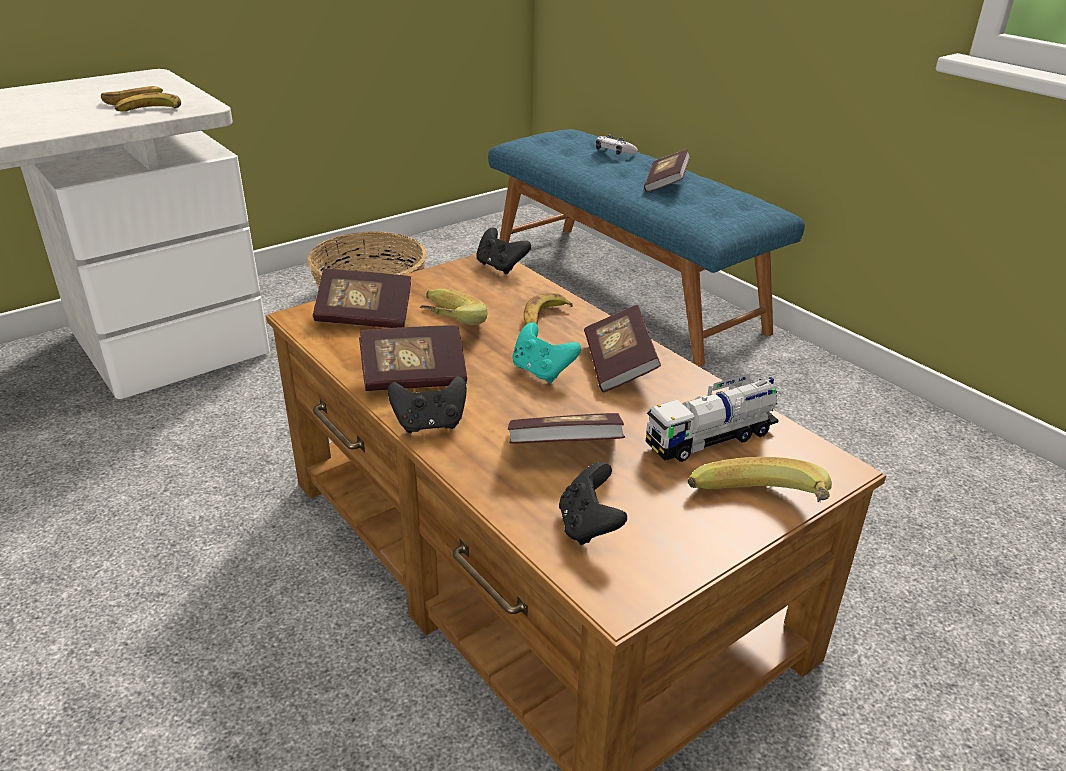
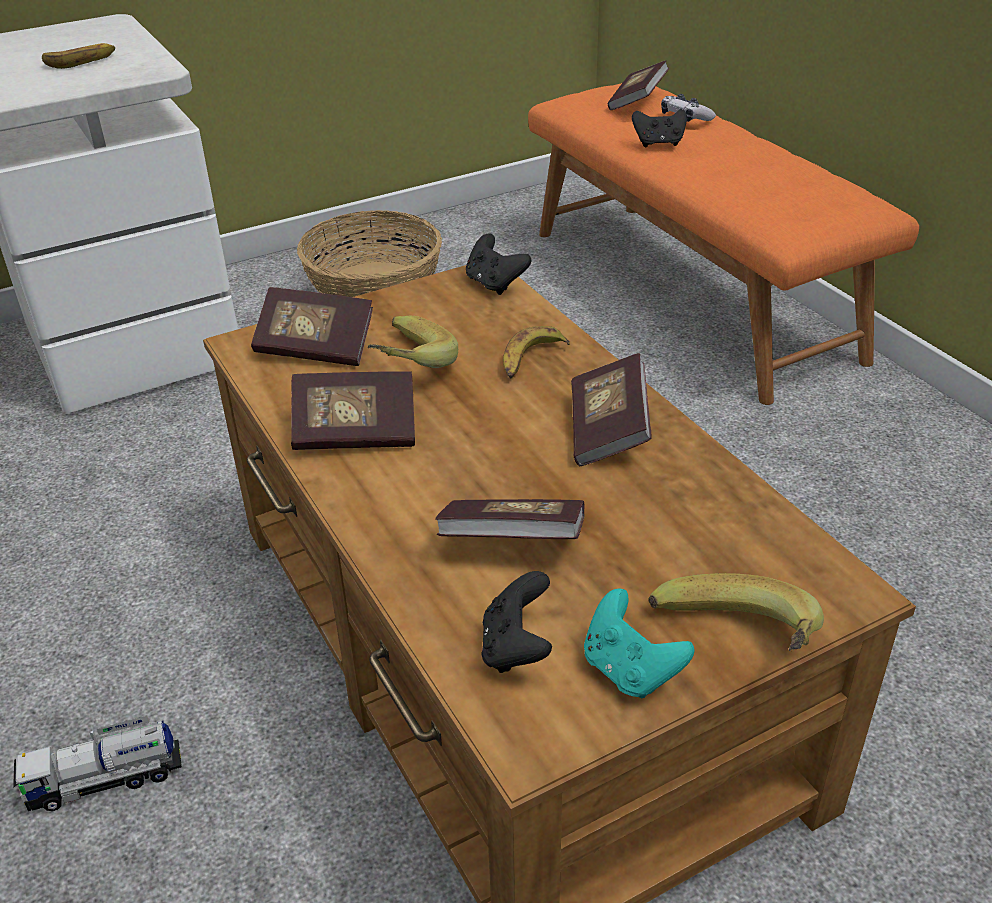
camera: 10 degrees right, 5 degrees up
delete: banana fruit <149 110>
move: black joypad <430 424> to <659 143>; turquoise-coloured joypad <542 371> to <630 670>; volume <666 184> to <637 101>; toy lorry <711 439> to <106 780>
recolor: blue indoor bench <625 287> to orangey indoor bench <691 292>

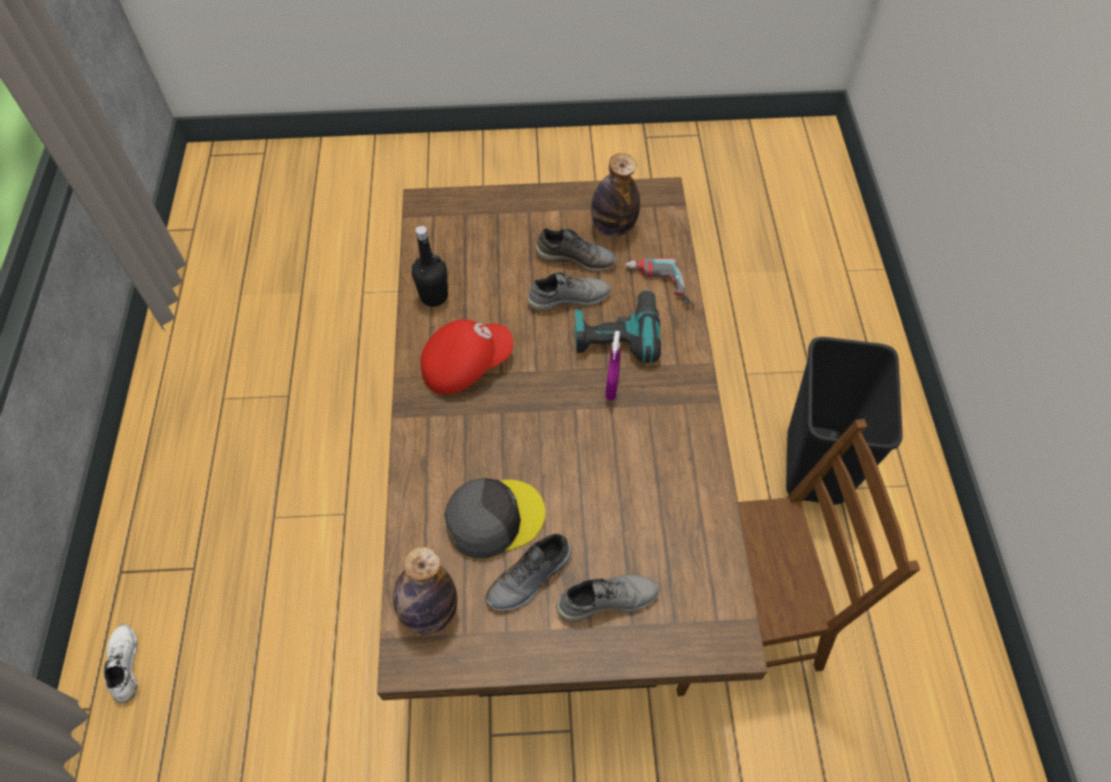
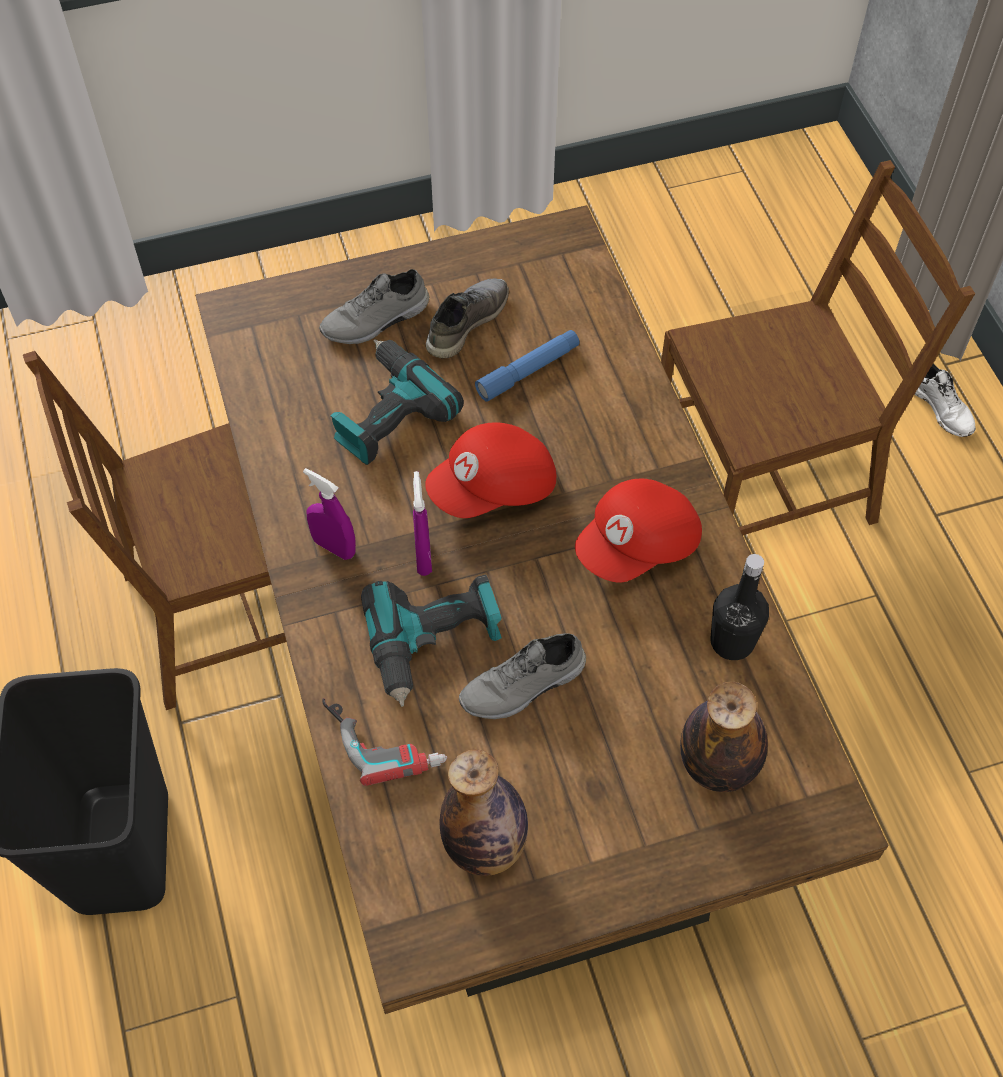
camera: 165 degrees right, 0 degrees up
delete: grey shoe <576 258>
insert: purplish spray bottle <334 547>; power drill <386 412>; reddish baseball cap <494 489>; brownish plain chair <764 481>
move: drink bottle <429 612> to <717 765>
replace: grey baseball cap <494 518> to blue flashlight <528 371>

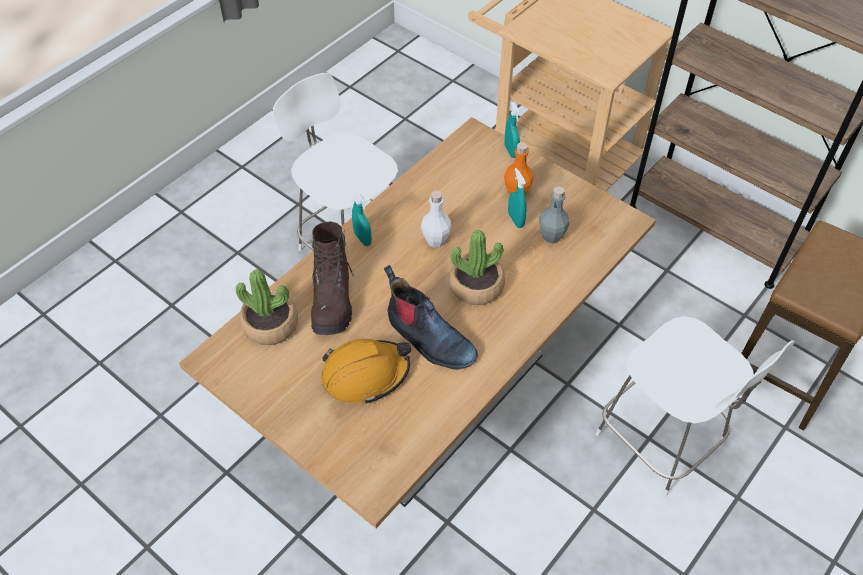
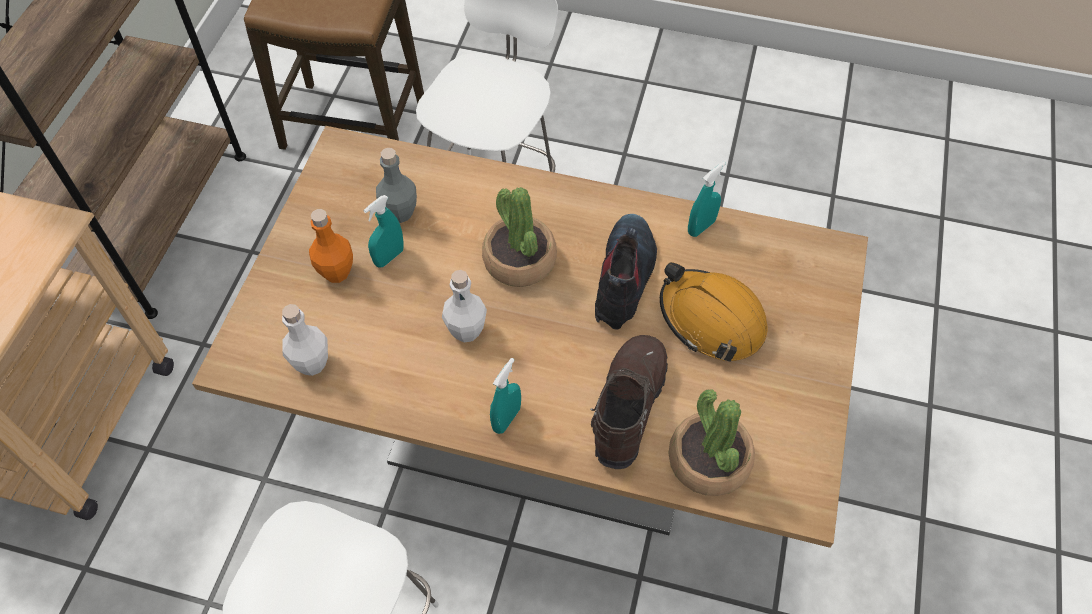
camera: 115 degrees left, 5 degrees up
insert: whitish drink bottle <312 363>
move: turquoise-coloured spray bottle <511 151> to <701 227>
rotate: brownish tall boot <332 299> = <627 406> 45 degrees counterclockwise

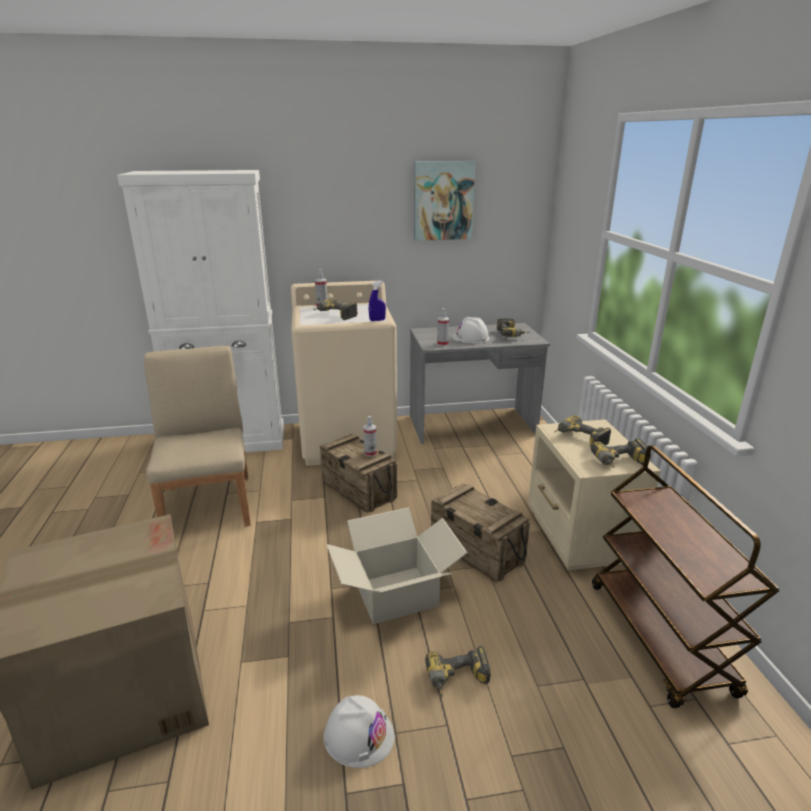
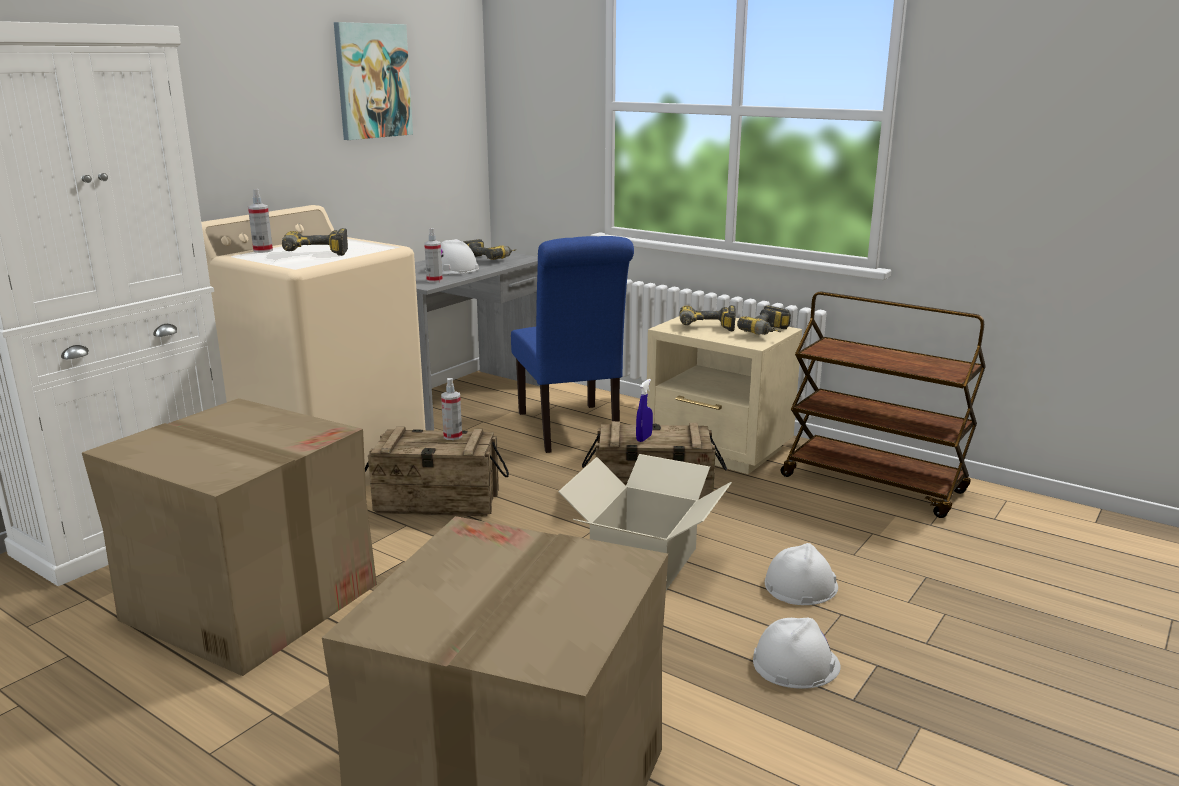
camera: 45 degrees left, 5 degrees down
insert: blue plain chair <571 431>
move: blue spray bottle <377 320> to <644 438>
replace: sand-coloured plain chair <209 504> to packing box <250 601>; power drill <458 681> to whitish work helmet <800 585>

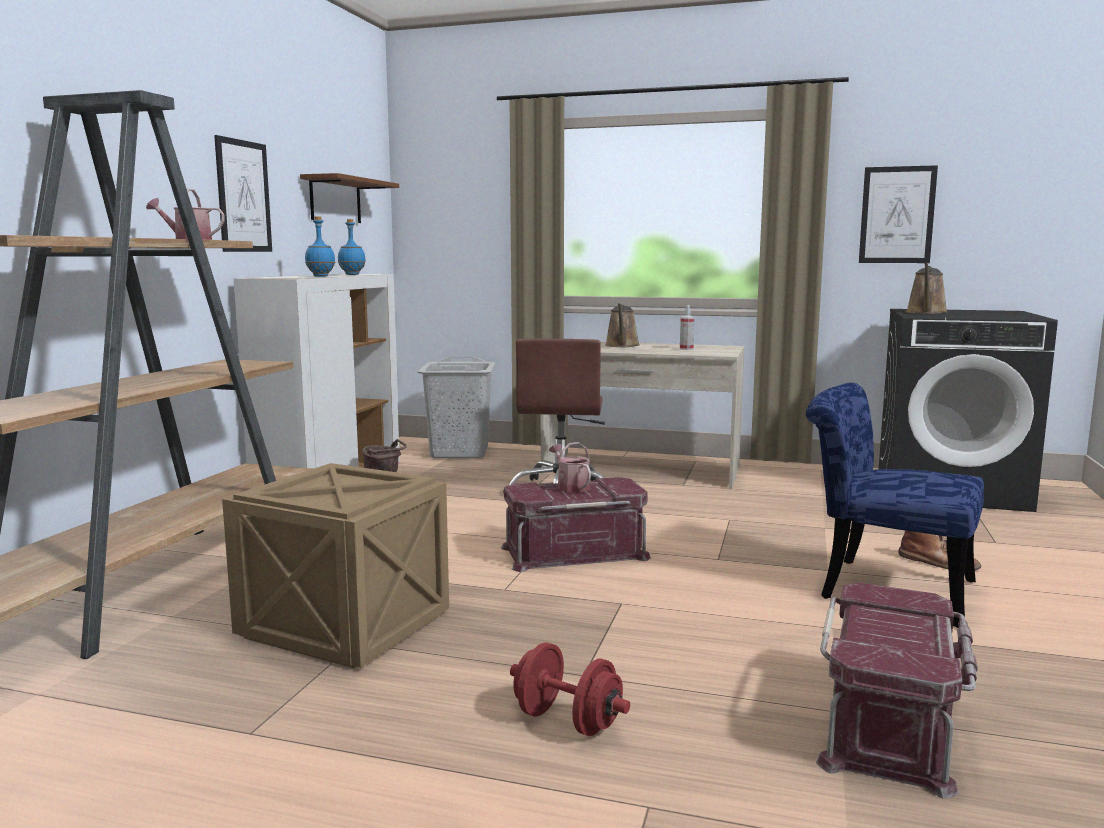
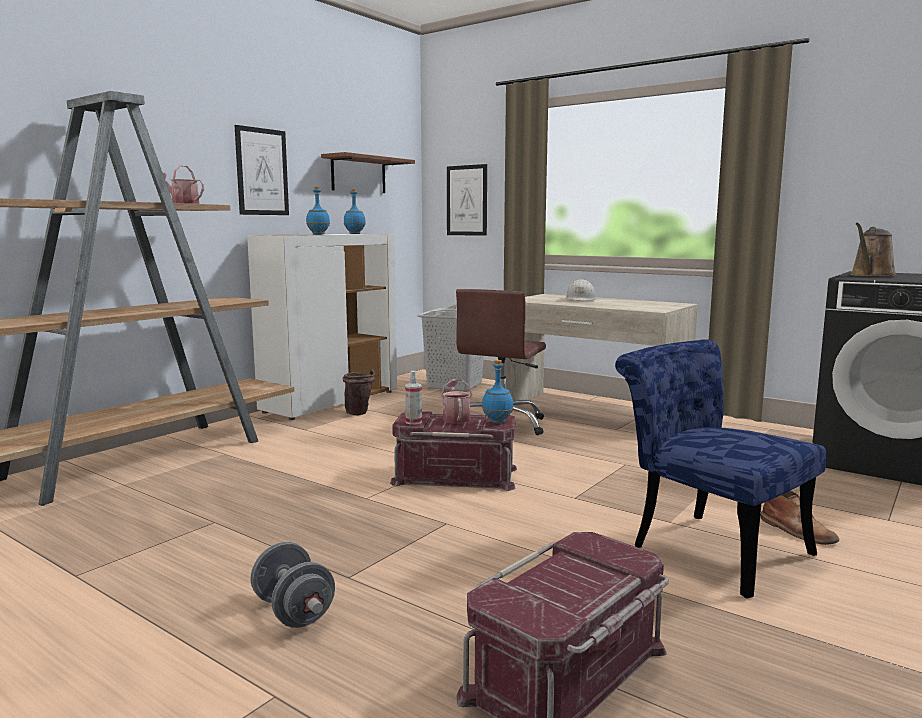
camera: 20 degrees right, 0 degrees up
delete: shipping crate <342 624>
insert: blue drink bottle <498 421>
move: spray bottle <686 349> to <413 422>; wall picture <897 215> to <467 200>
replace: brownish watering can <622 346> to whitish work helmet <580 299>
recolor: reddish free weight <567 721> to grey free weight <293 612>

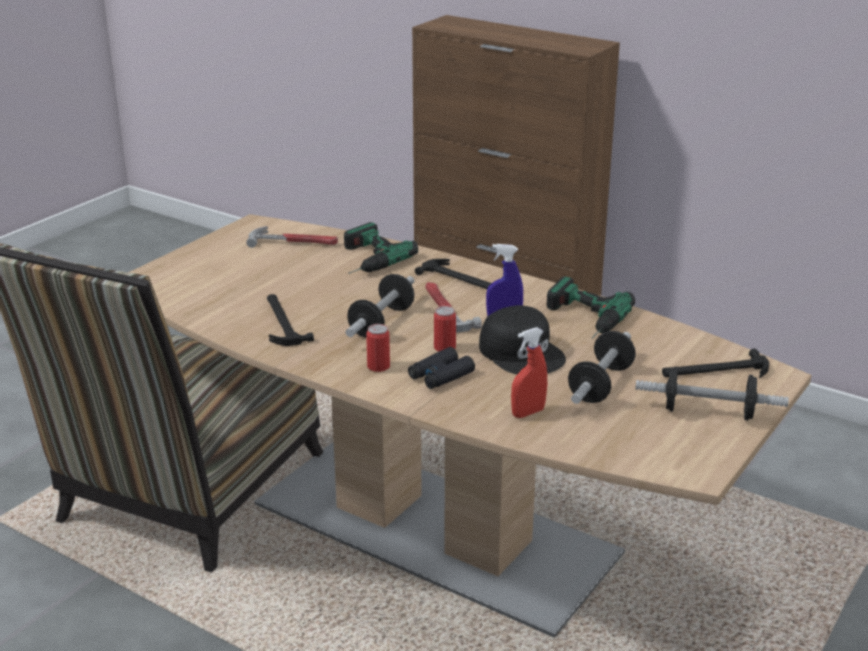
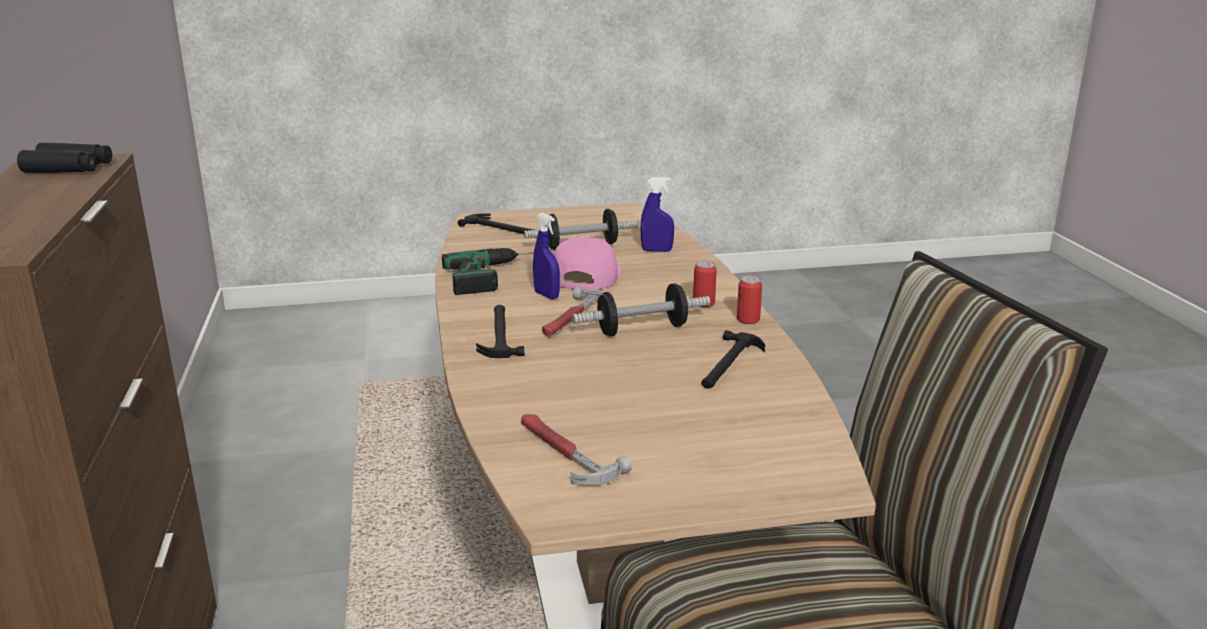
camera: 135 degrees left, 5 degrees down
delete: power drill <364 259>; free weight <708 412>
move: black binoculars <440 375> to <68 168>; sealed can <444 348> to <748 320>
recolor: black baseball cap <522 352> to pinkish baseball cap <584 275>; reddish spray bottle <528 413> to blue spray bottle <656 250>

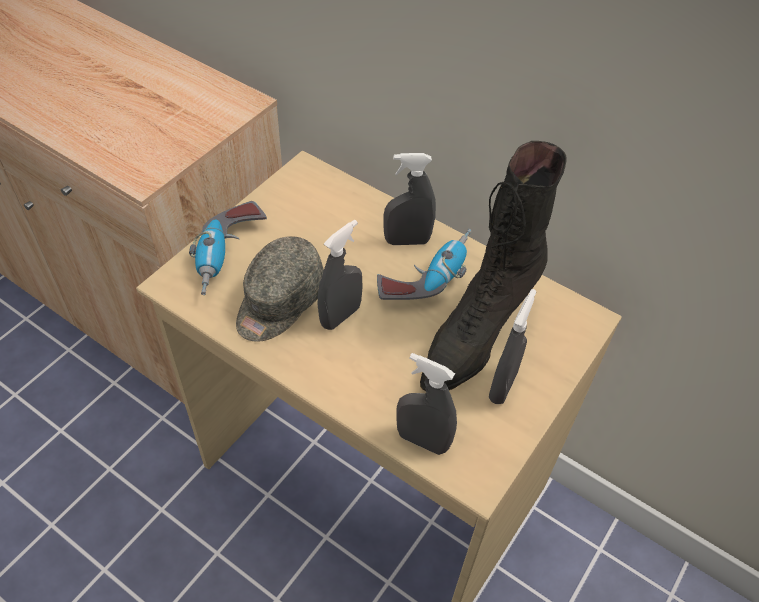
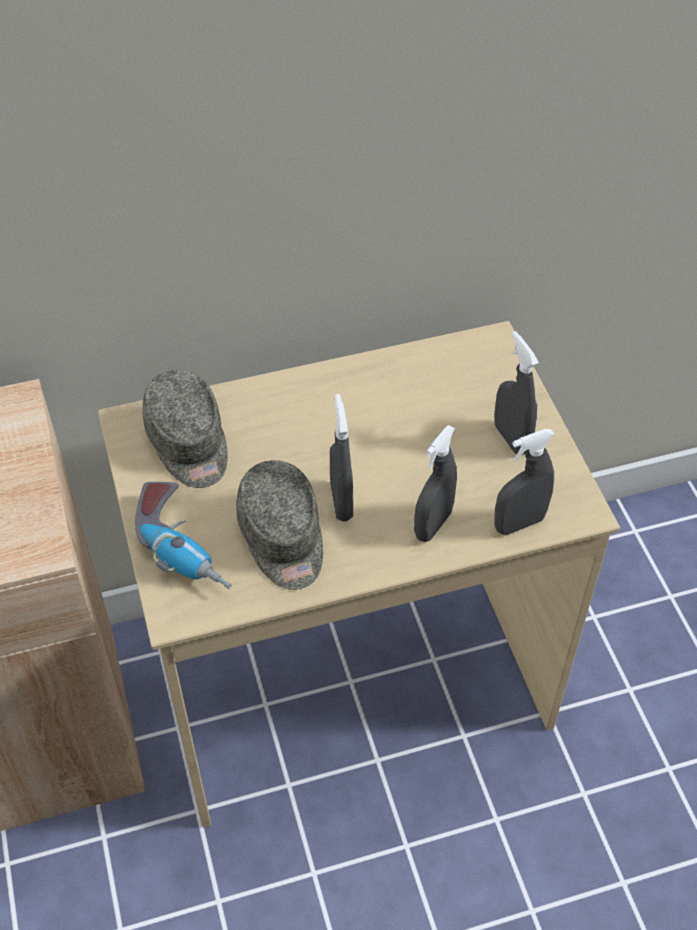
camera: 50 degrees left, 0 degrees up
delete: power drill <427 274>; black tall boot <476 334>
insert: grey baseball cap <189 444>
move: grey spray bottle <407 241> to <433 524>

